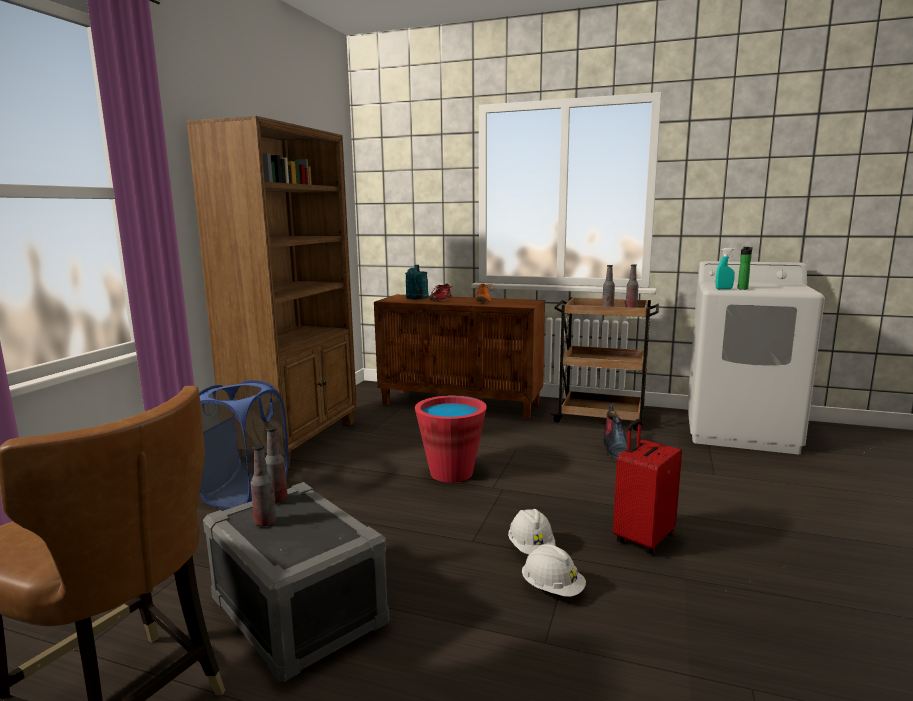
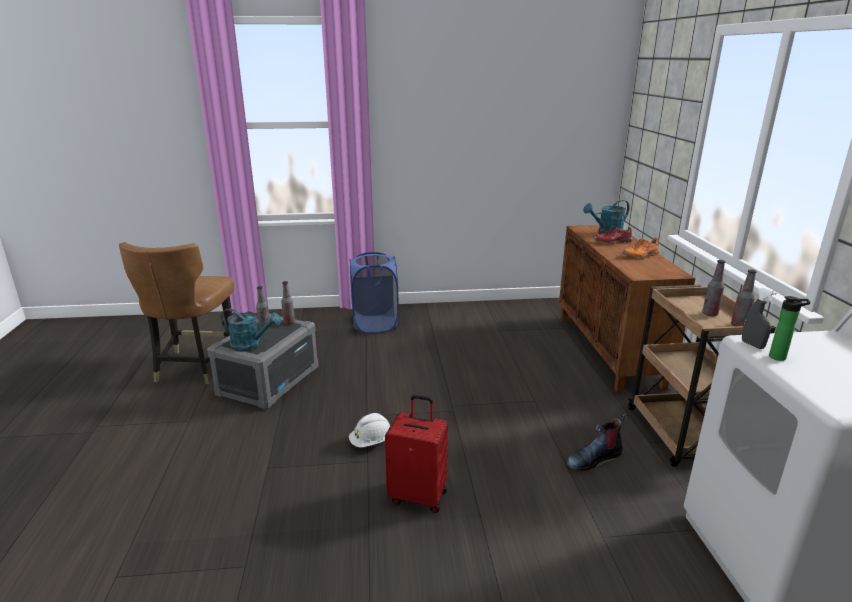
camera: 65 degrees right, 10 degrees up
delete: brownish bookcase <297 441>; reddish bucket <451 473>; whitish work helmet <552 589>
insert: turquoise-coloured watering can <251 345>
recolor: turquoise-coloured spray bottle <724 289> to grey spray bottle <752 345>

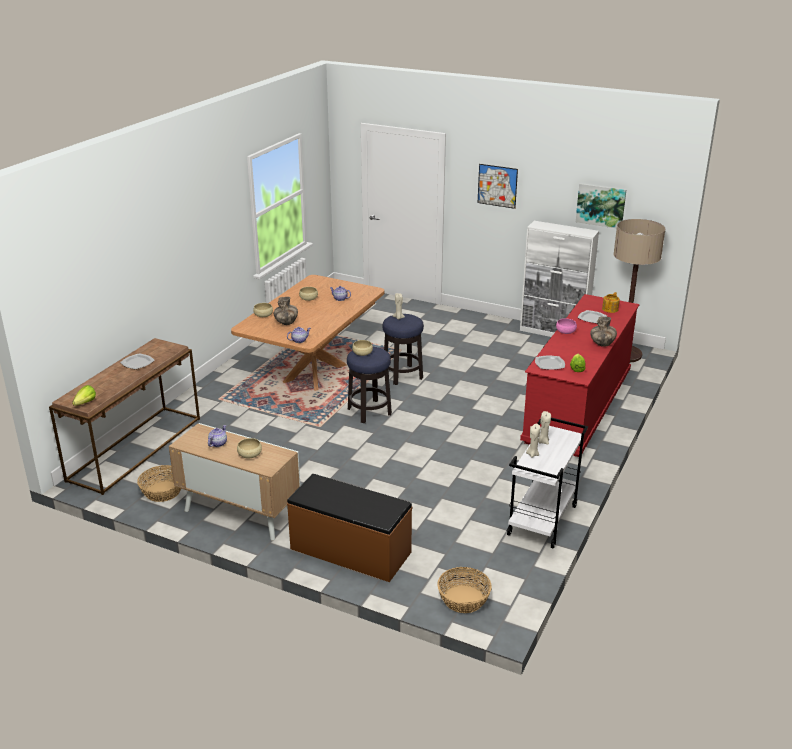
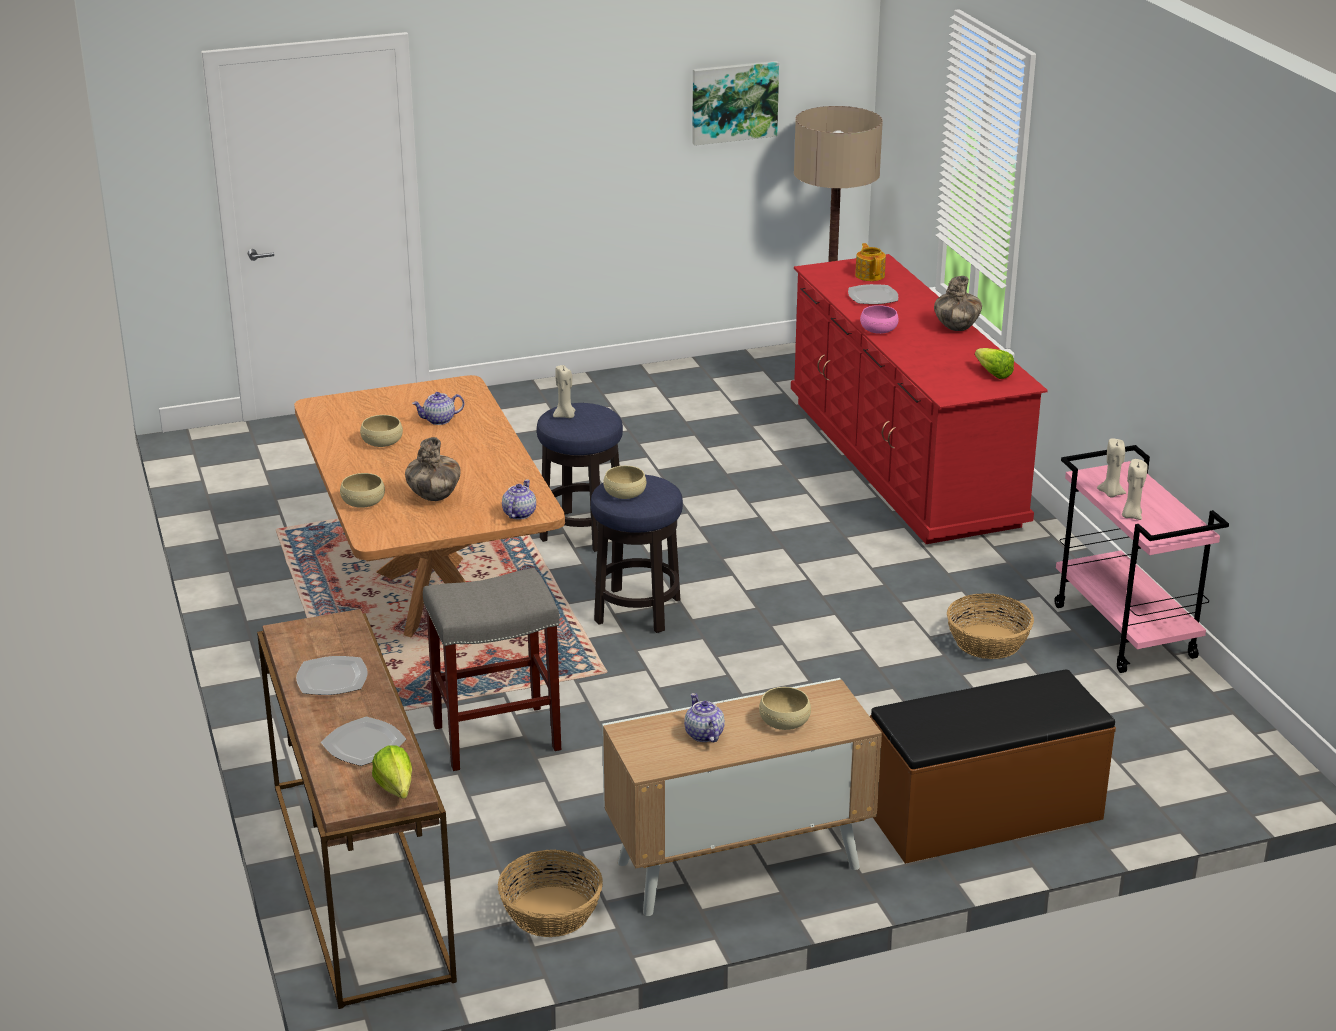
camera: 45 degrees left, 0 degrees up
delete: wall picture <497 186>; whitish storage cabinet <553 333>
insert: grey sitting stool <495 738>
move: basket <463 599> to <988 642>; flat dish <550 364> to <365 744>
recolor: whitish wheeled cart <542 521> to pinkish wheeled cart <1126 632>

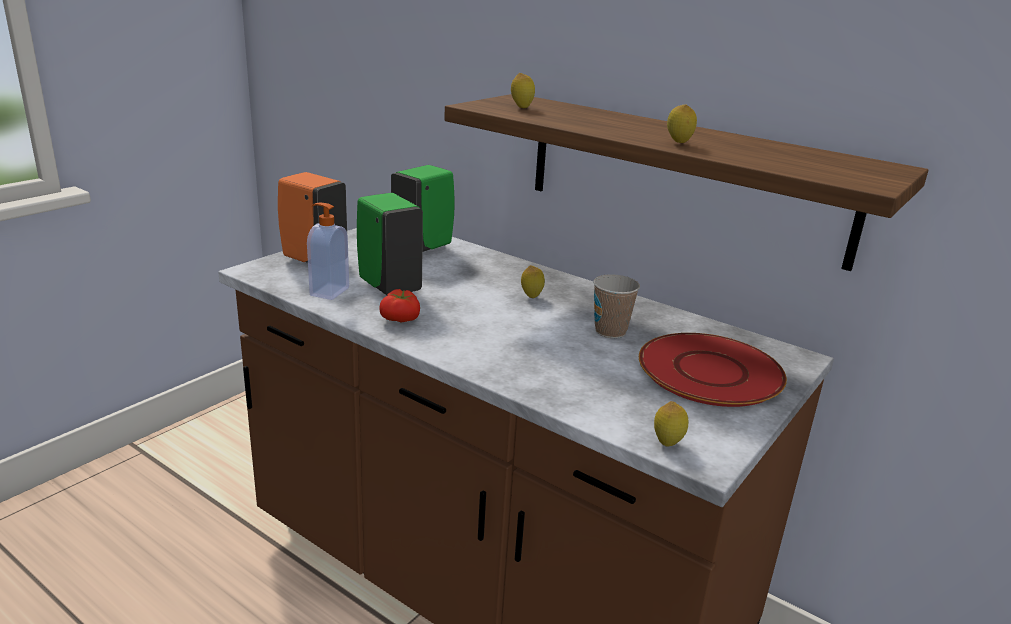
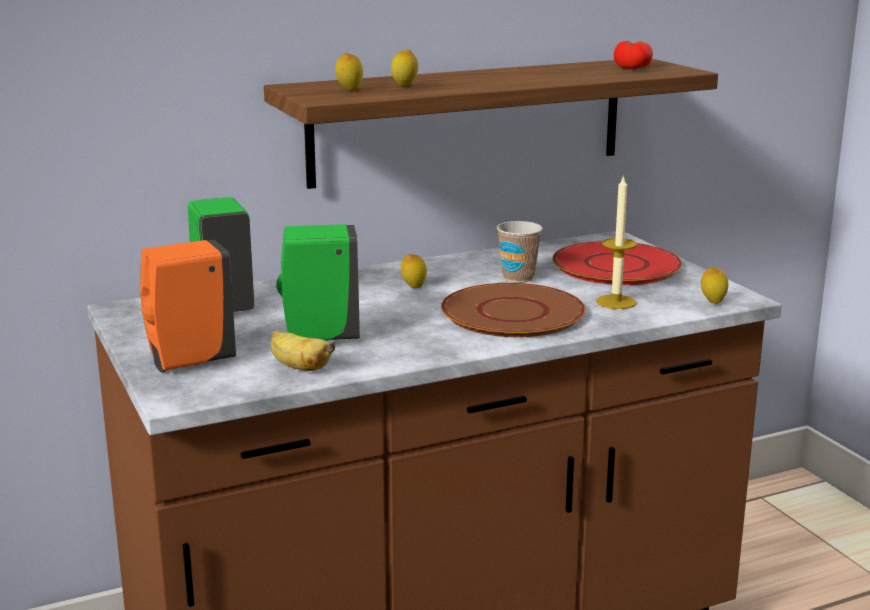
camera: 60 degrees left, 5 degrees down
insert: brownish flat dish <513 313>; wax light <616 302>
move: whole tomato <401 319> to <633 68>; citrus fruit <678 143> to <404 87>
replace: soap dispenser <328 291> to banana fruit <298 367>

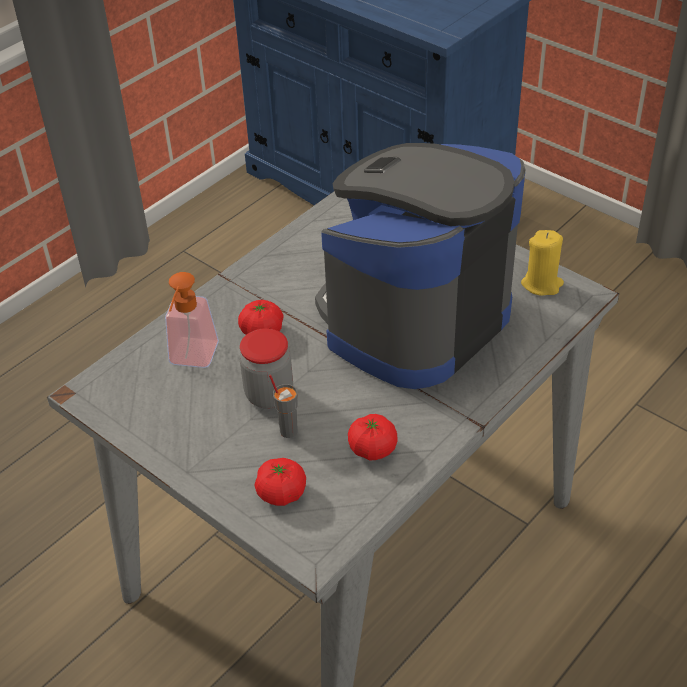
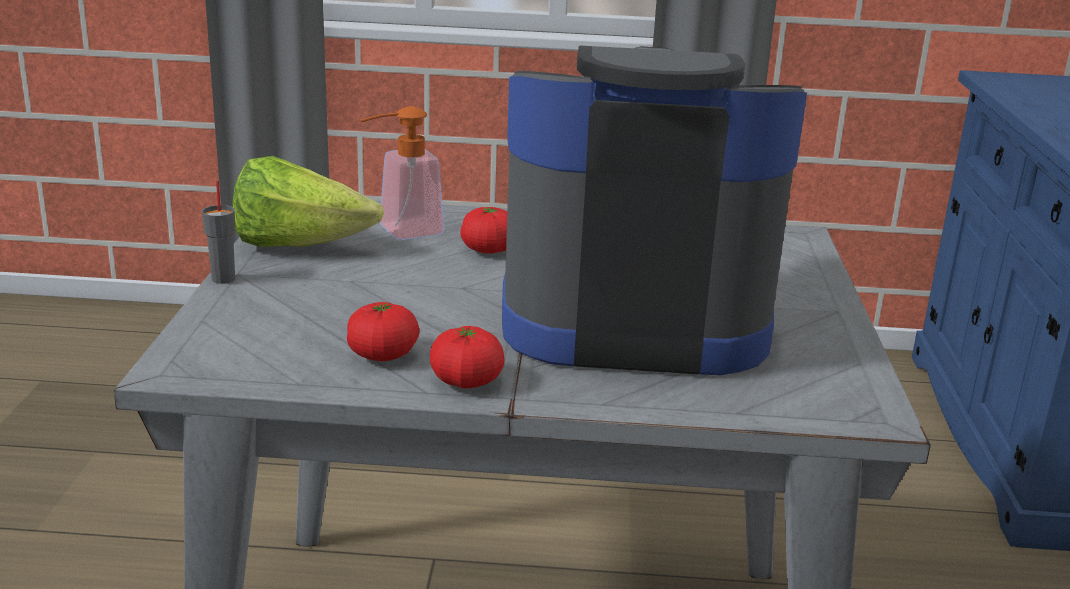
camera: 50 degrees right, 20 degrees down
delete: jar <269 395>; yellowish wax light <542 284>
insert: head of lettuce <299 246>
move: whole tomato <281 493> to <466 381>; grey small cup <288 431> to <224 278>

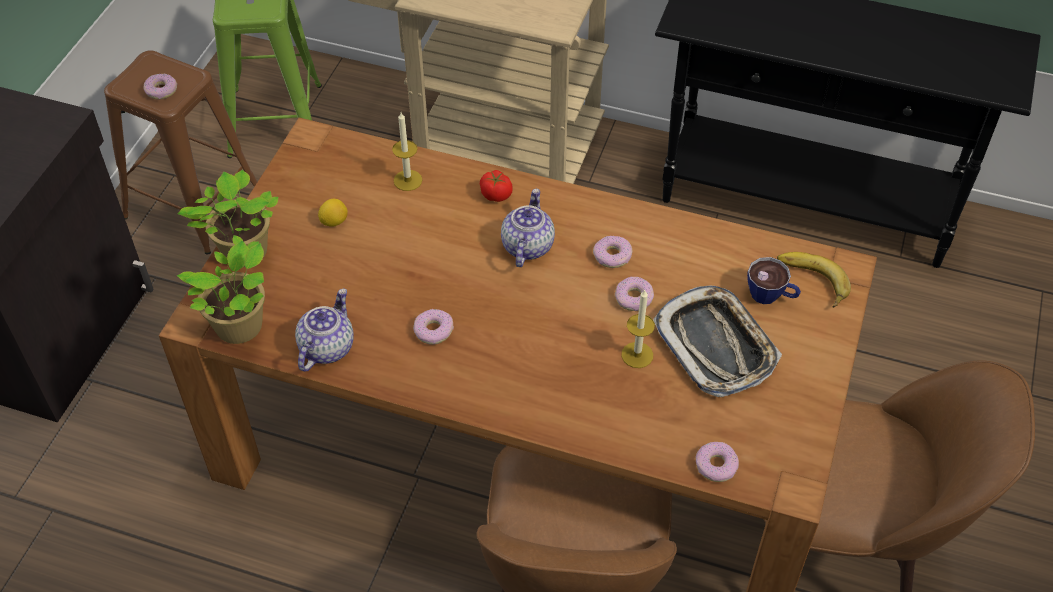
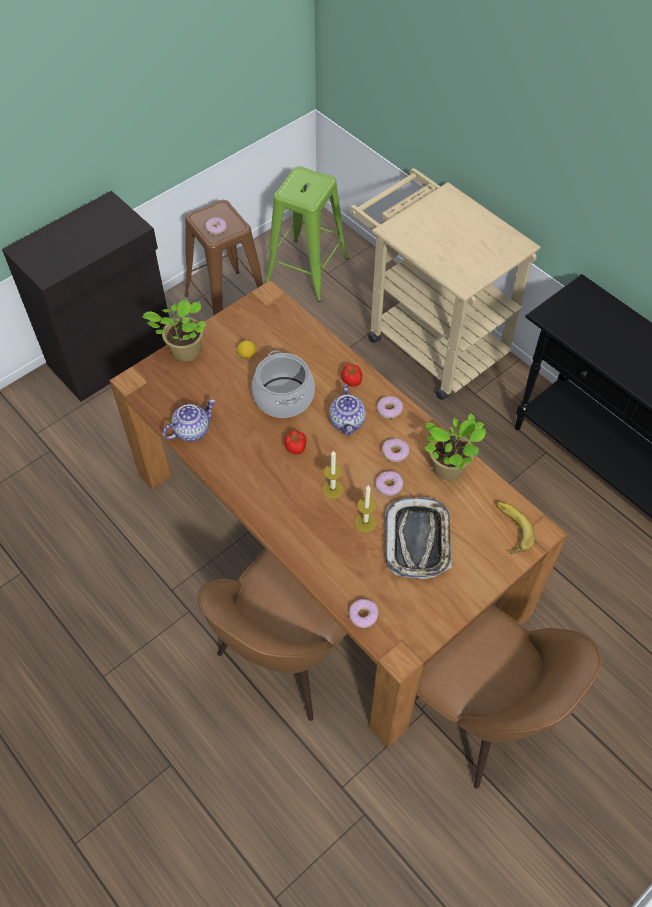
camera: 30 degrees right, 5 degrees up
delete: small cup <771 296>
insert: stockpot <283 397>; whole tomato <296 447>
move: plant in a pot <242 328> to <449 470>; wax light <408 180> to <332 489>; doughnut <433 331> to <389 410>
rotate: pot for tea <527 246> = <347 422> 135 degrees clockwise

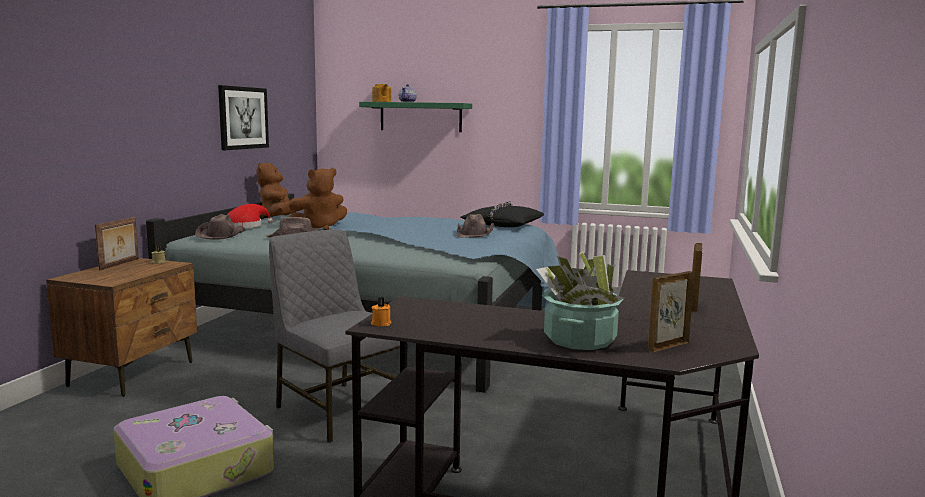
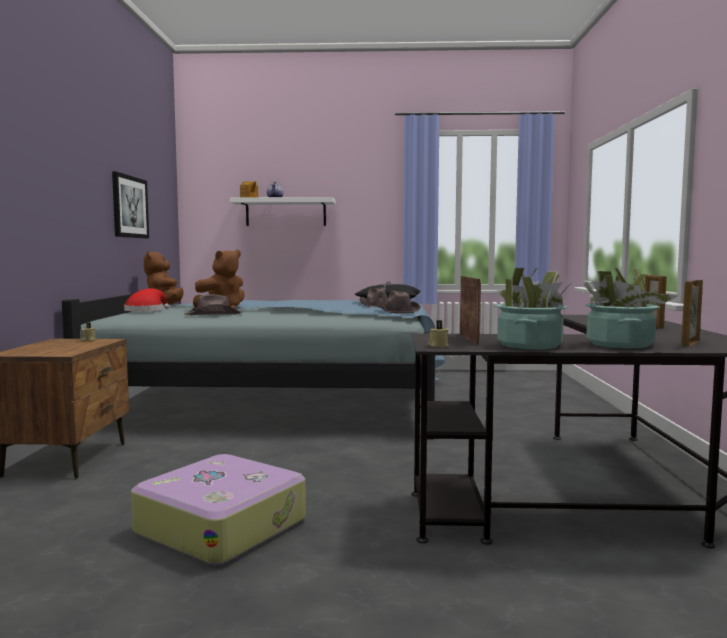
camera: 15 degrees left, 5 degrees down
delete: grey plain chair <338 409>
insert: plant in a pot <530 345>
move: standing frame <120 264> to <469 339>; brownish clothing hat <221 235> to <396 311>
recolor: green-coloured bracket shelf <420 117> to whitish bracket shelf <286 212>; orangey wax light <380 323> to sand-coloured wax light <438 346>

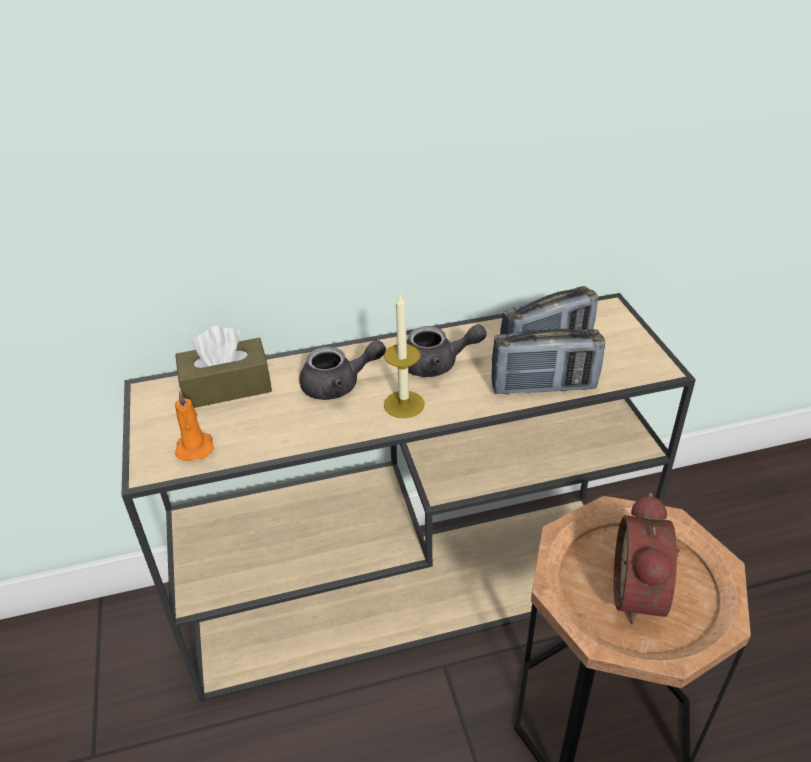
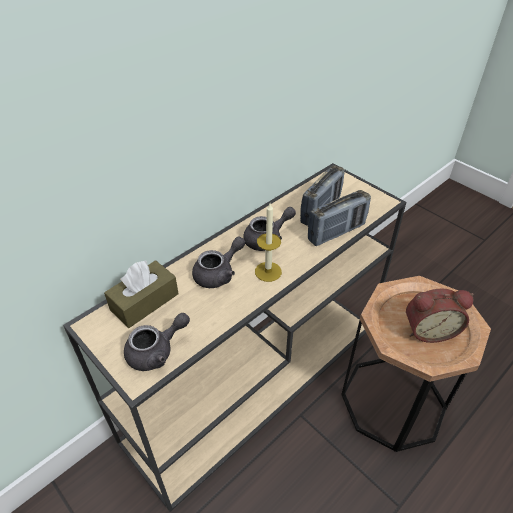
camera: 30 degrees left, 5 degrees up
replace: orangey wax light <195 446> to grey pot for tea <156 351>
rotate: alarm clock <642 594> = <428 329> 75 degrees counterclockwise

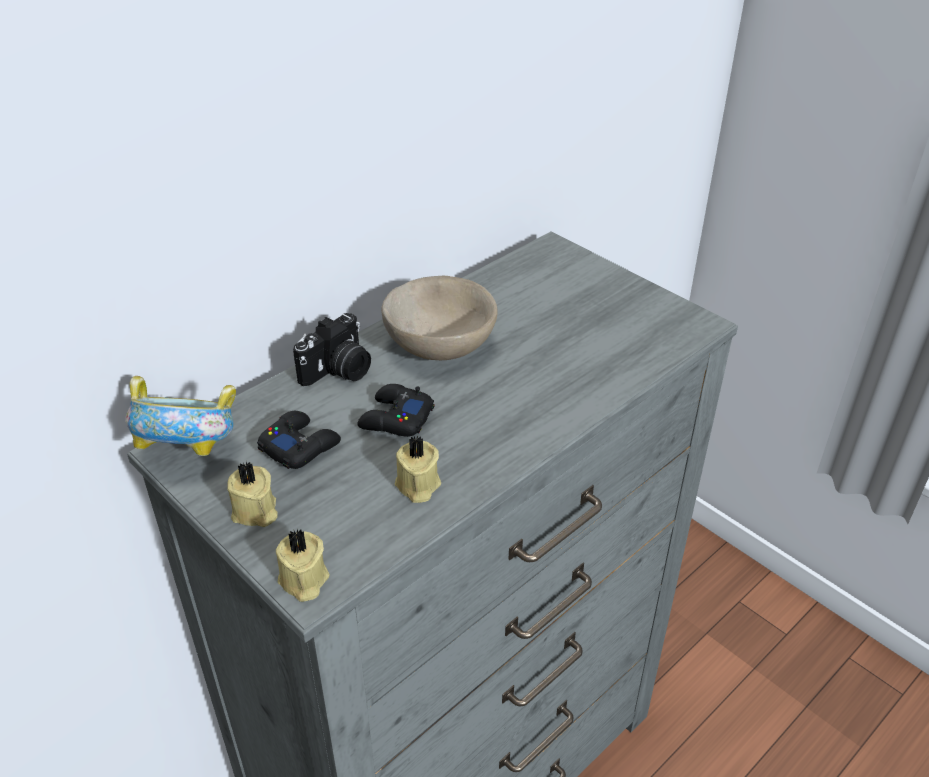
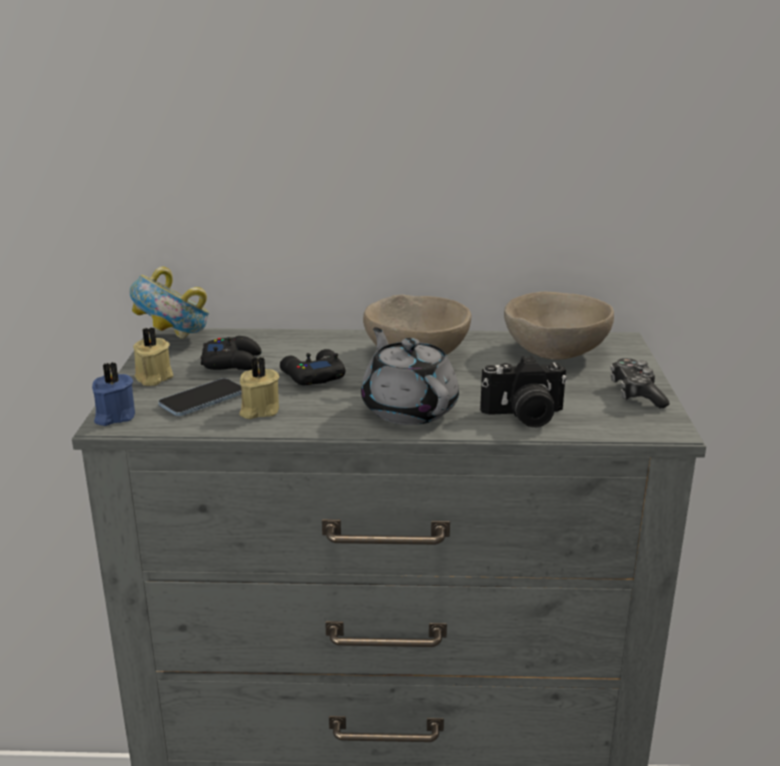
camera: 45 degrees right, 15 degrees down
insert: handset <202 400>; grey pot for tea <408 409>; sand-coloured bowl <555 352>; joypad <636 394>
move: still camera <338 371> to <524 416>
recolor: sand-coloured wax light <303 581> to blue wax light <114 416>

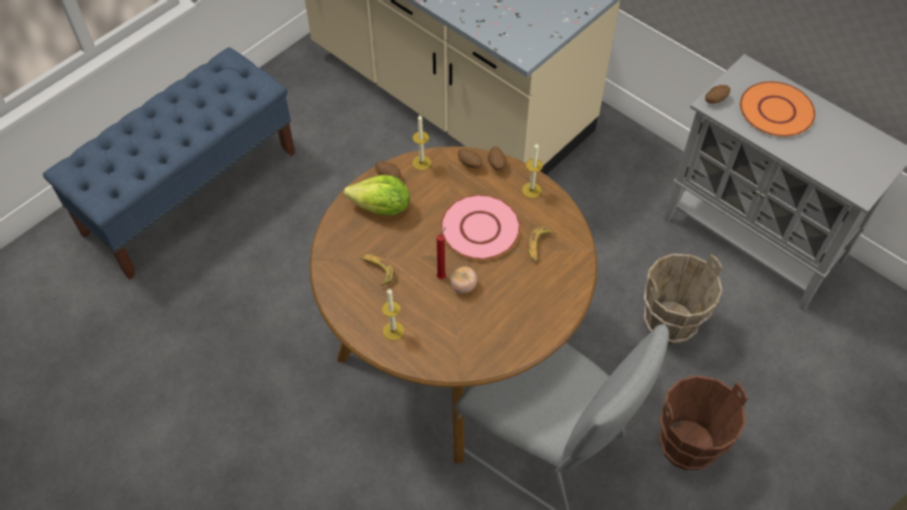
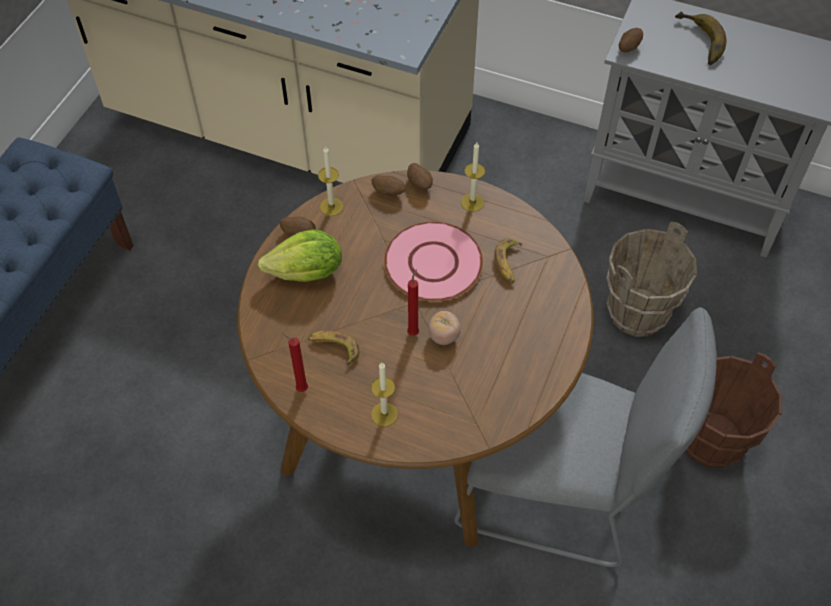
camera: 20 degrees left, 0 degrees up
insert: reddish wax light <300 388>
replace: orangey flat dish <776 110> to banana fruit <697 42>

